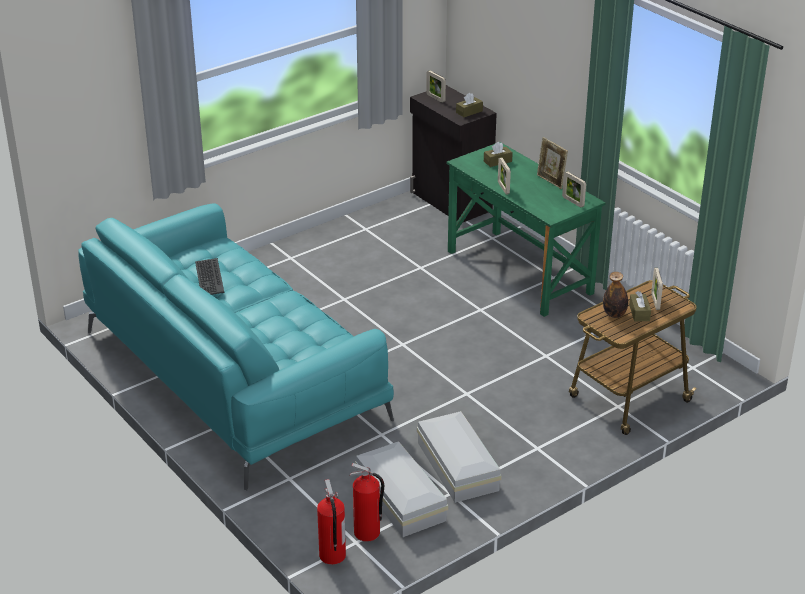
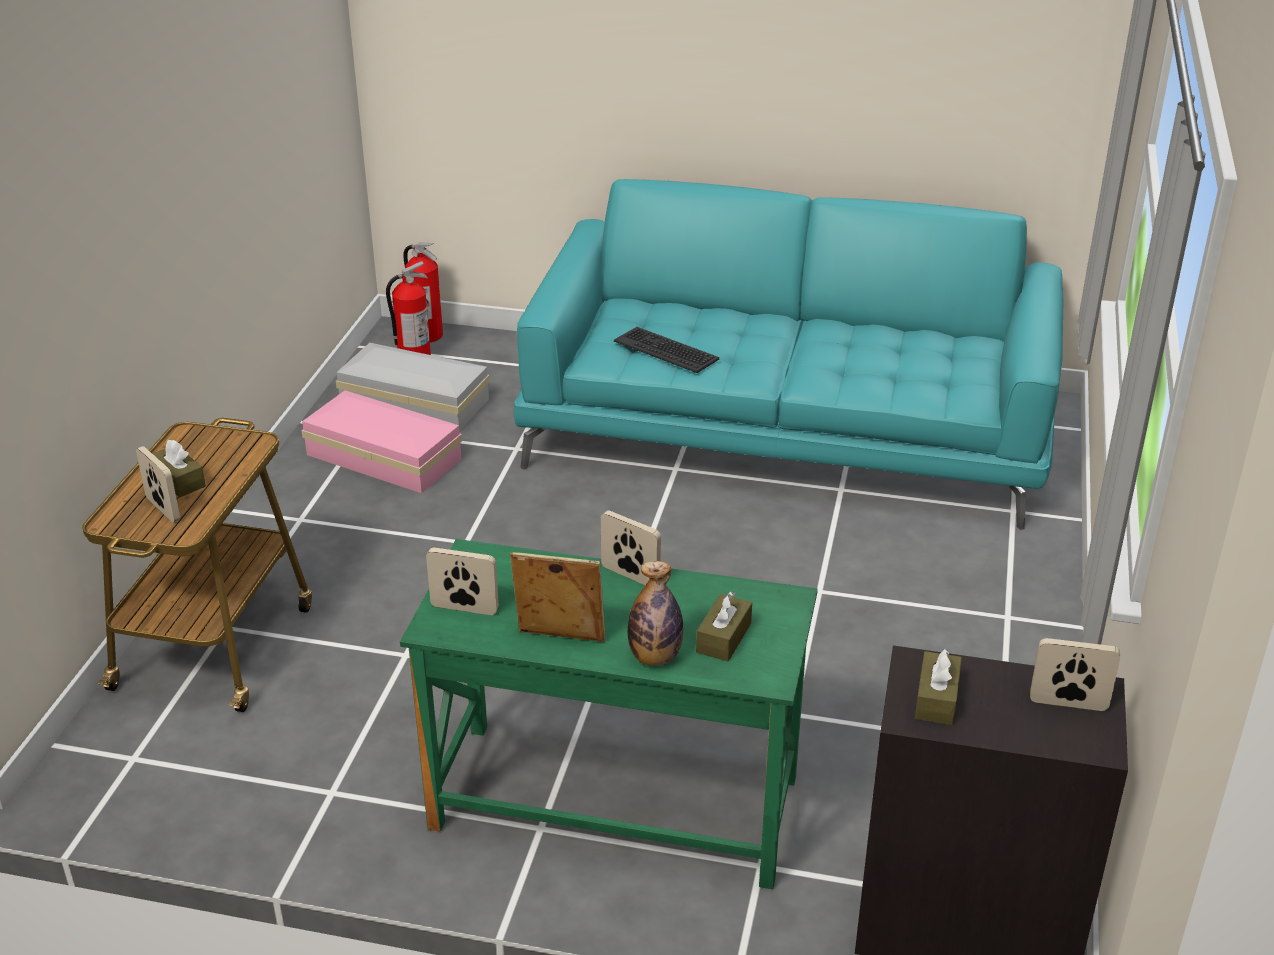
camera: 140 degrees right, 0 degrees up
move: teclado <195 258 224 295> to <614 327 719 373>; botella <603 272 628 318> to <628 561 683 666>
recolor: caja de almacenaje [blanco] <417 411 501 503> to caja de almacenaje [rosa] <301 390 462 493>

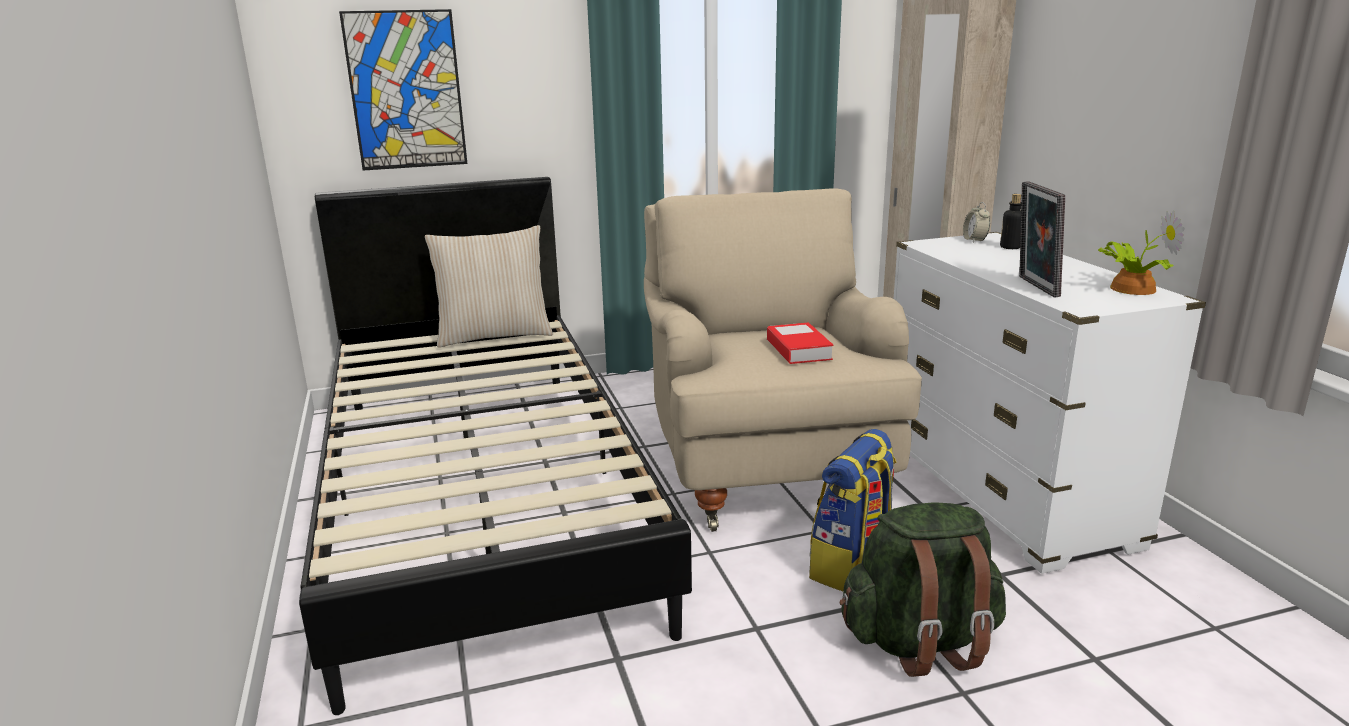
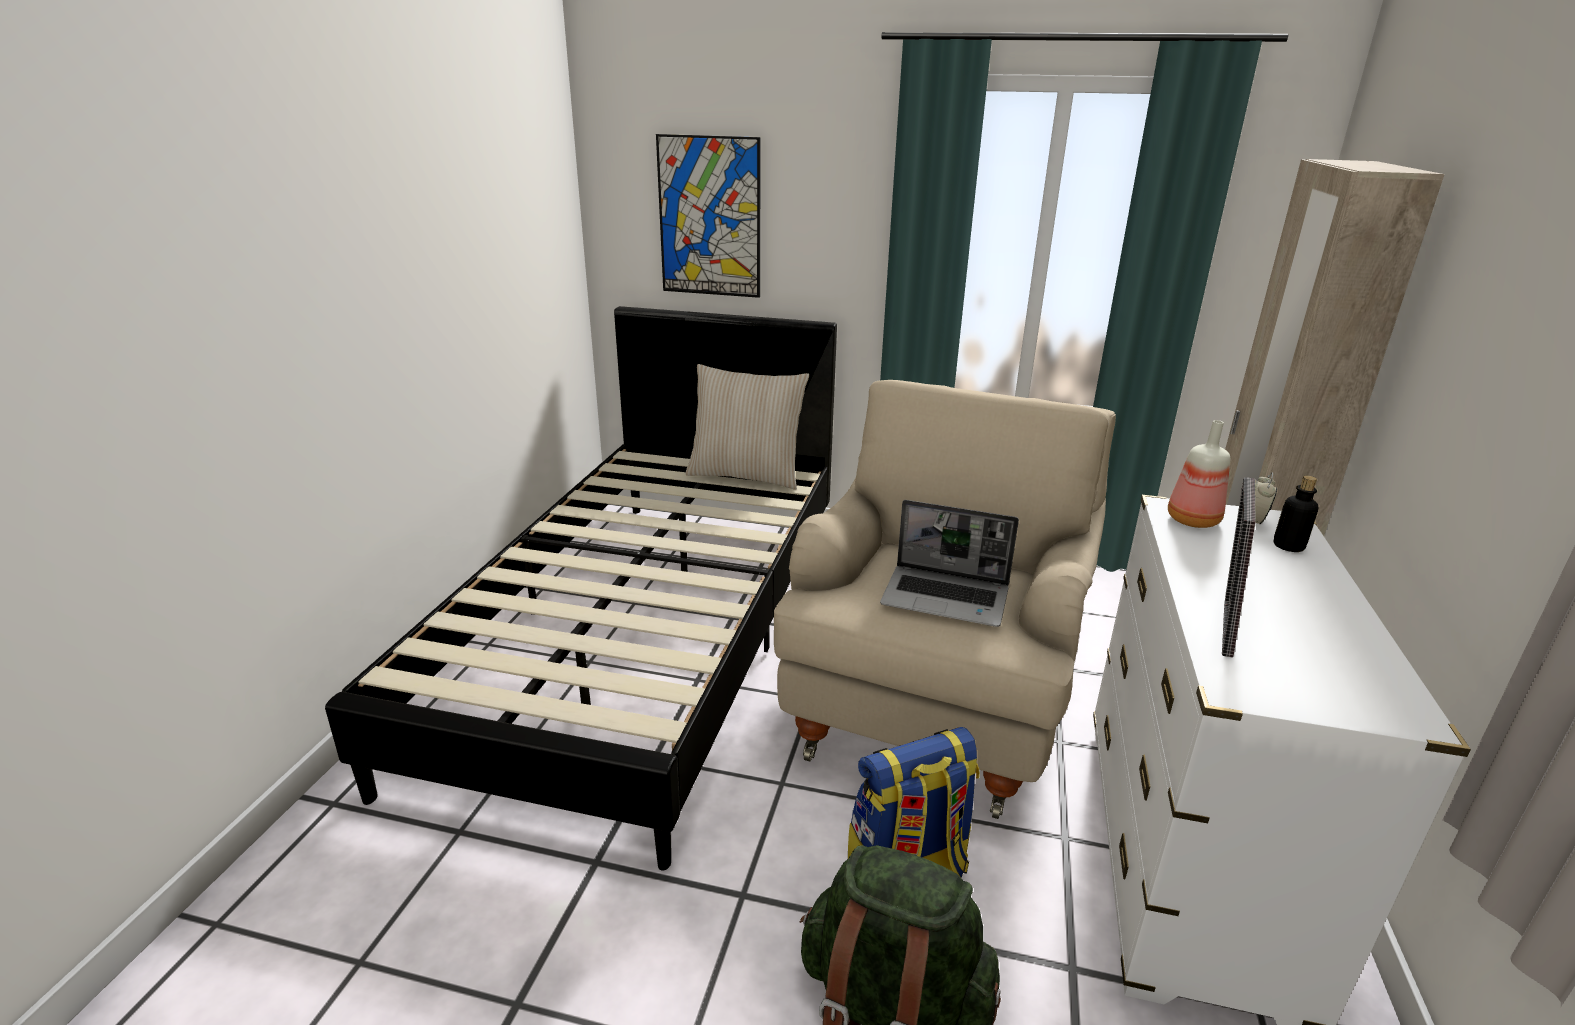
camera: 30 degrees right, 5 degrees up
delete: planta en maceta <1098 210 1185 295>
insert: botella <1168 420 1230 528>
replace: libro <767 322 833 364> to portátil <880 500 1019 627>

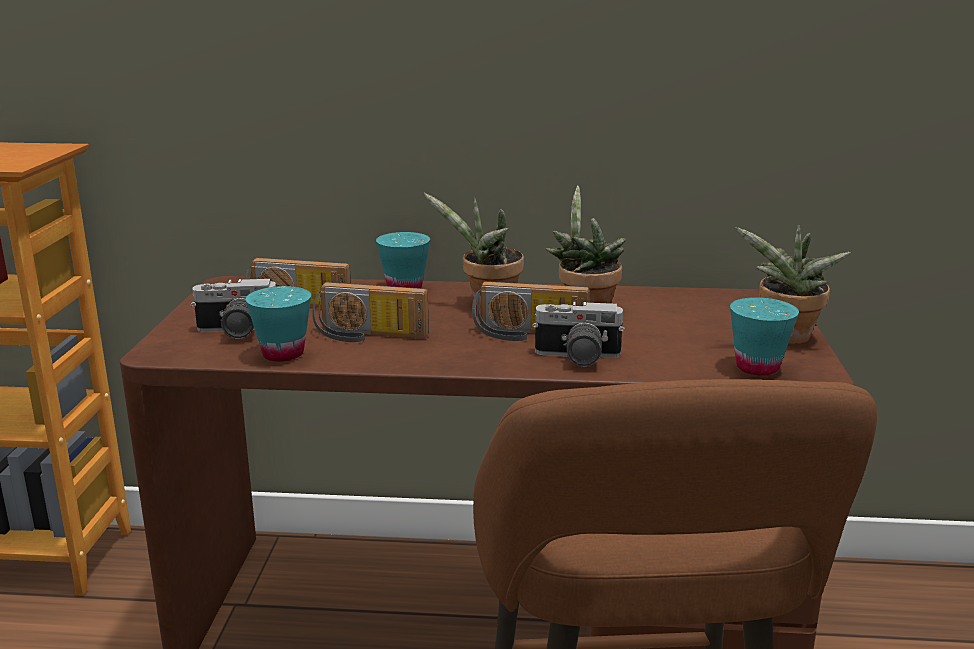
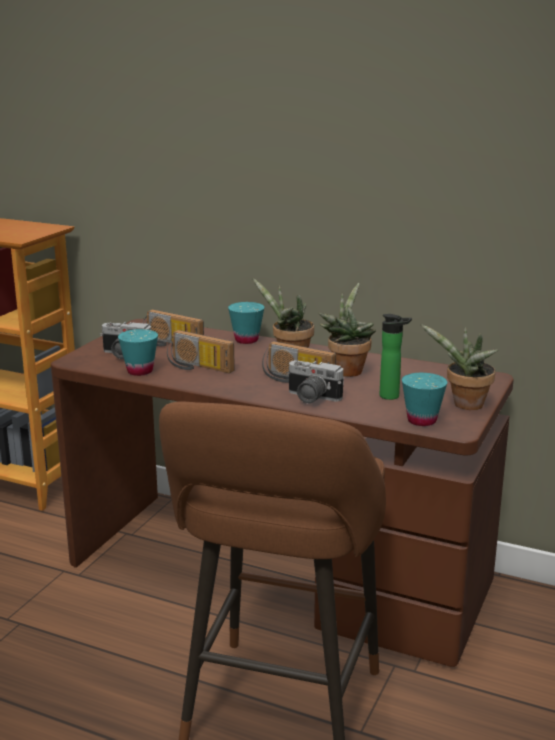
camera: 20 degrees right, 0 degrees up
insert: botella <380 314 412 400>

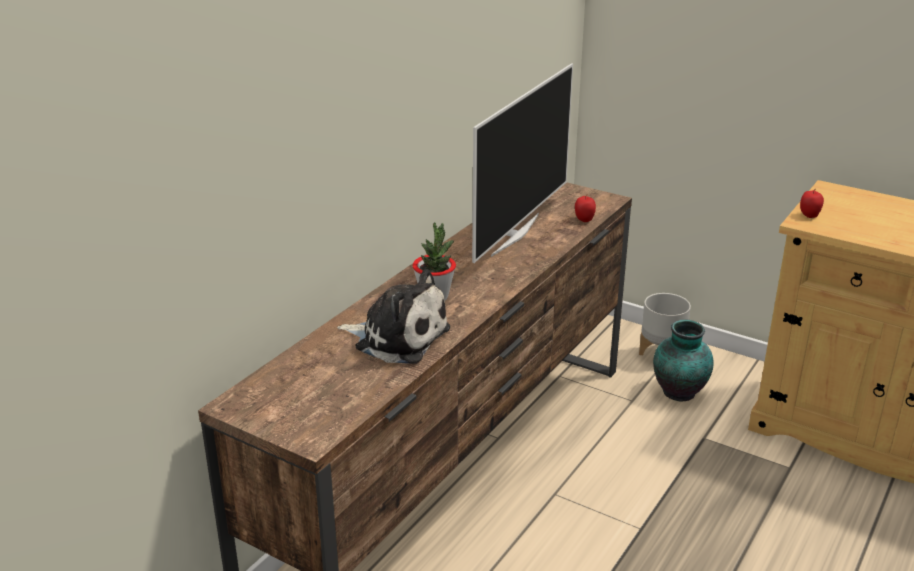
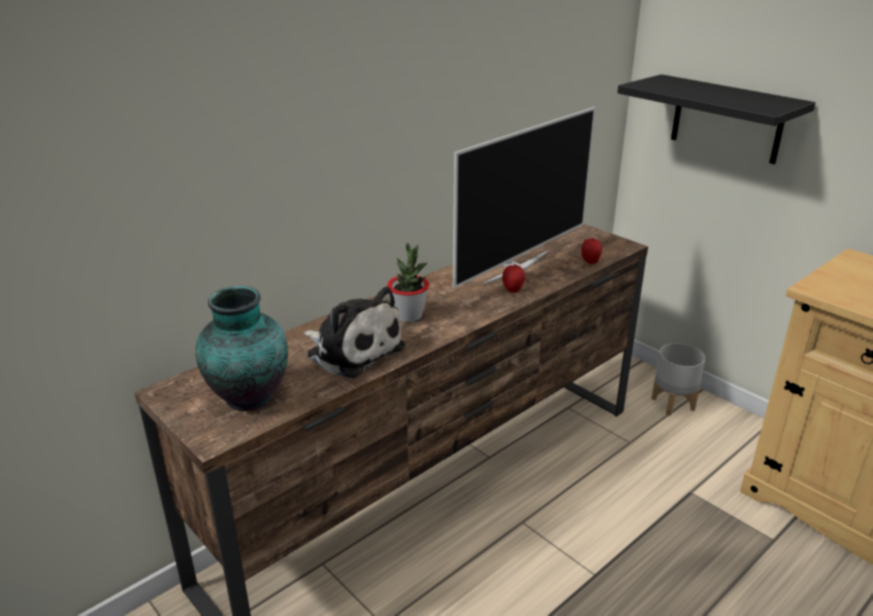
camera: 15 degrees right, 0 degrees up
insert: estante [negro] <617 74 816 164>
move: florero <653 320 714 402> to <195 286 288 411>; manzana <800 190 824 218> to <502 264 525 293>

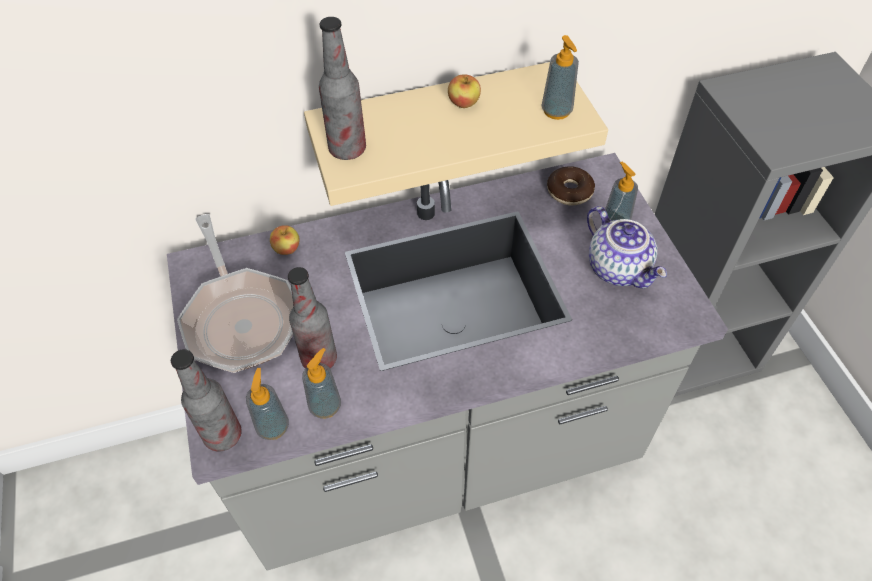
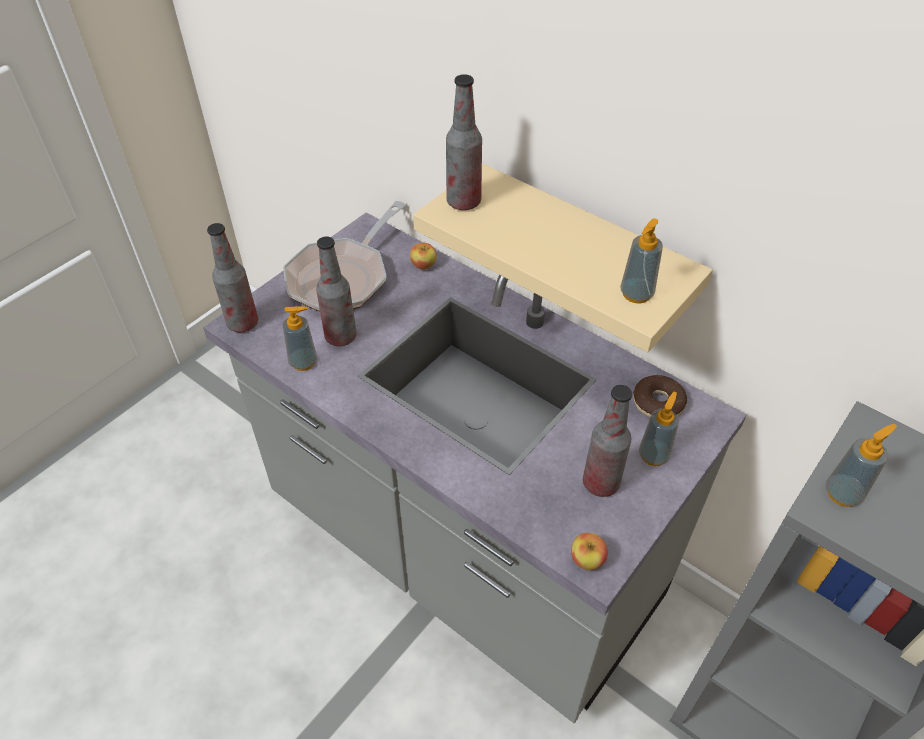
camera: 55 degrees right, 5 degrees down
move: dispensador de jabón <246 368 289 440> to <826 424 897 507>; manzana <448 74 481 108> to <571 533 608 570>
replace: tetera <587 206 667 288> to botella <583 385 632 497>

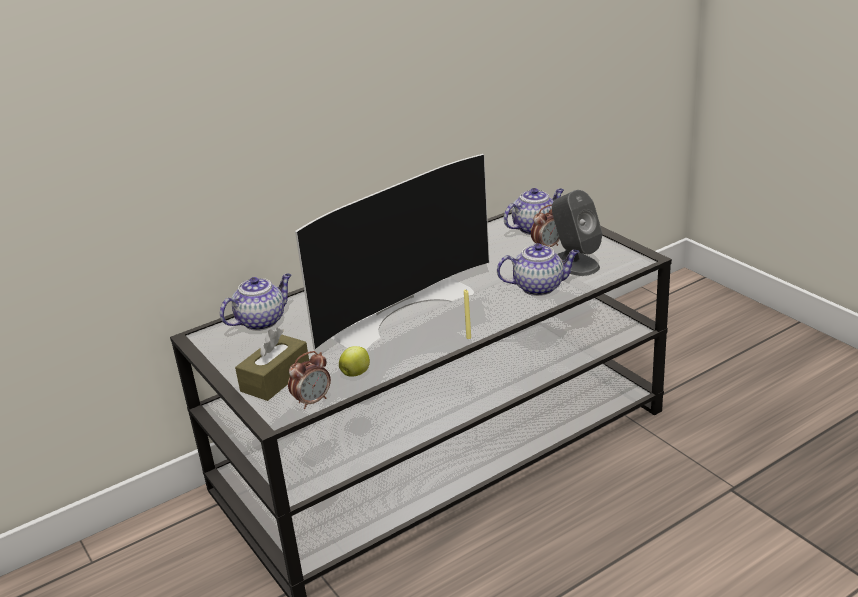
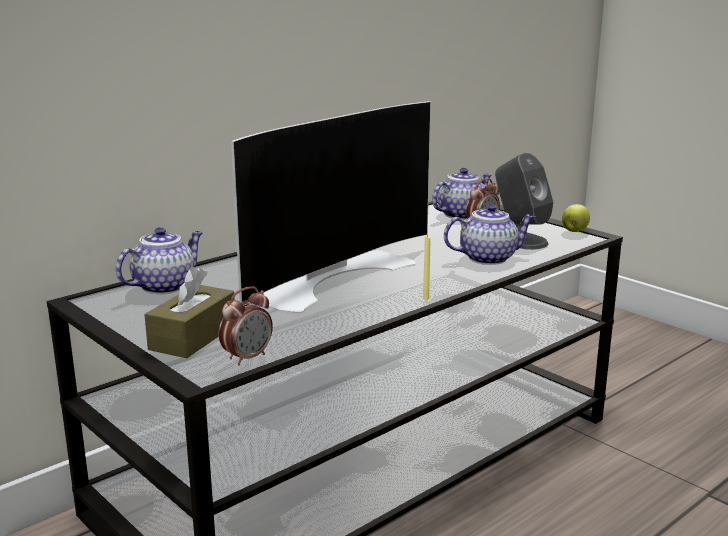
camera: 10 degrees left, 10 degrees down
move: manzana <339 346 370 377> to <562 204 590 232>

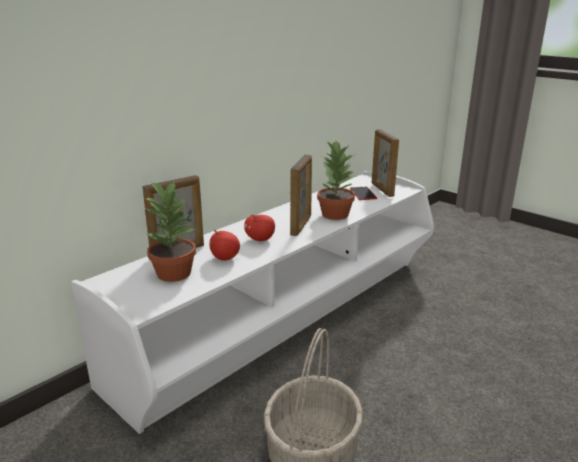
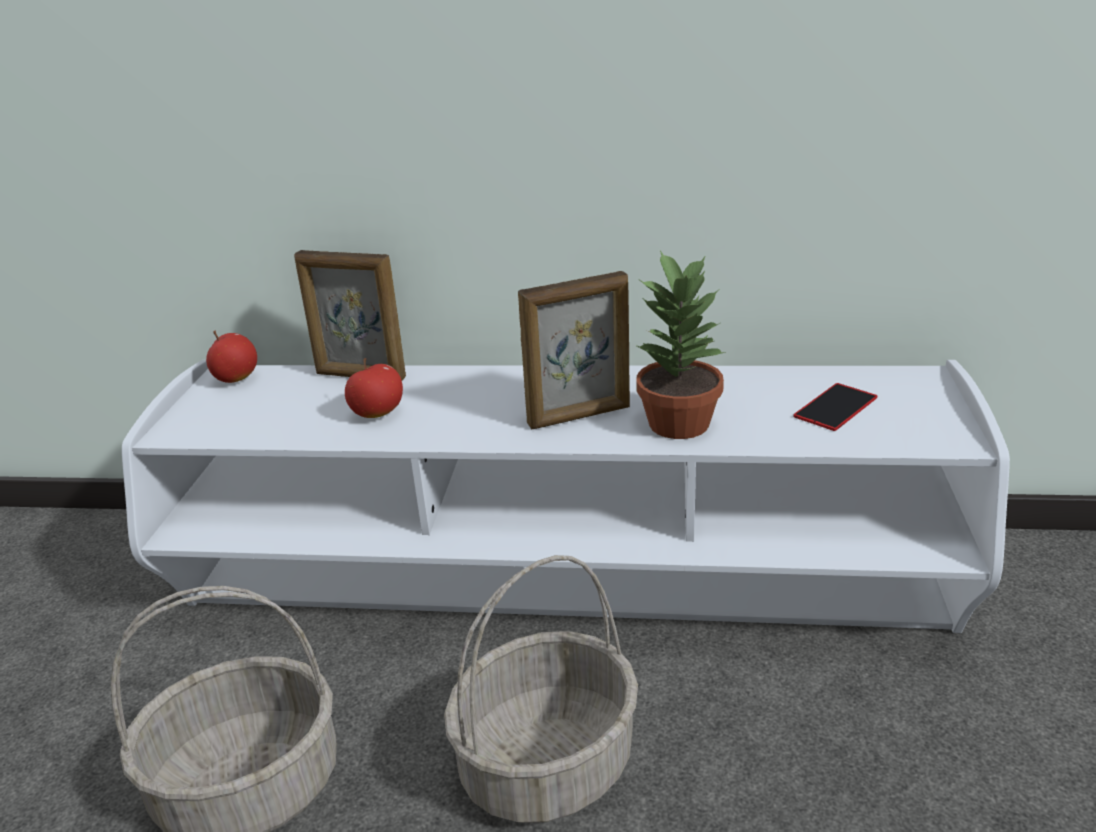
camera: 55 degrees right, 5 degrees up
delete: planta en maceta <145 181 196 282>; portarretratos <372 129 399 197>
insert: cesta <444 555 638 823>
move: manzana <244 215 275 241> to <206 331 257 383>

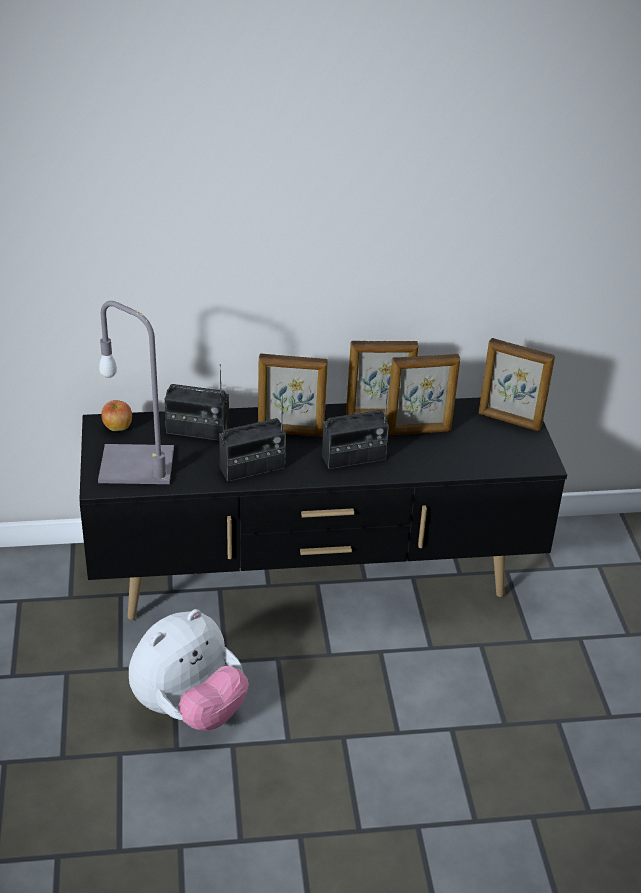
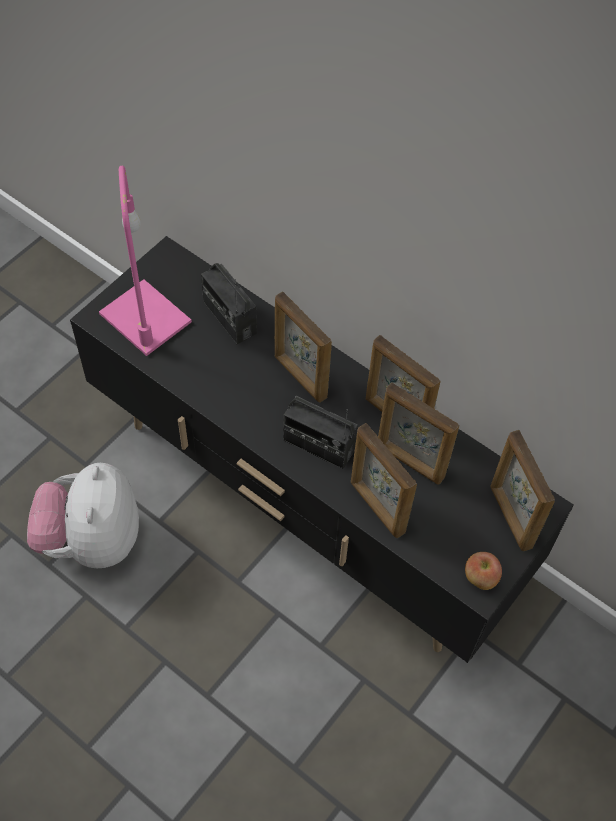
camera: 45 degrees right, 20 degrees up
delete: radio <219 391 286 482>
insert: portarretratos <351 423 417 538>
move: manzana <101 400 132 431> to <465 552 502 590>
recolor: lámpara de mesa [gris] <98 301 174 484> to lámpara de mesa [rosa] <99 166 192 356>
rotate: peluche <129 609 249 731> = <27 463 139 568> 90 degrees clockwise

